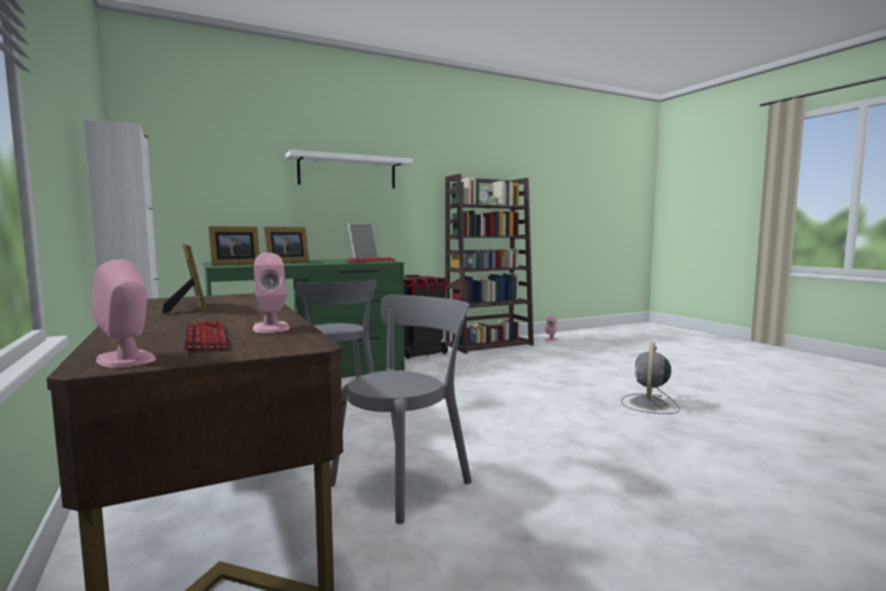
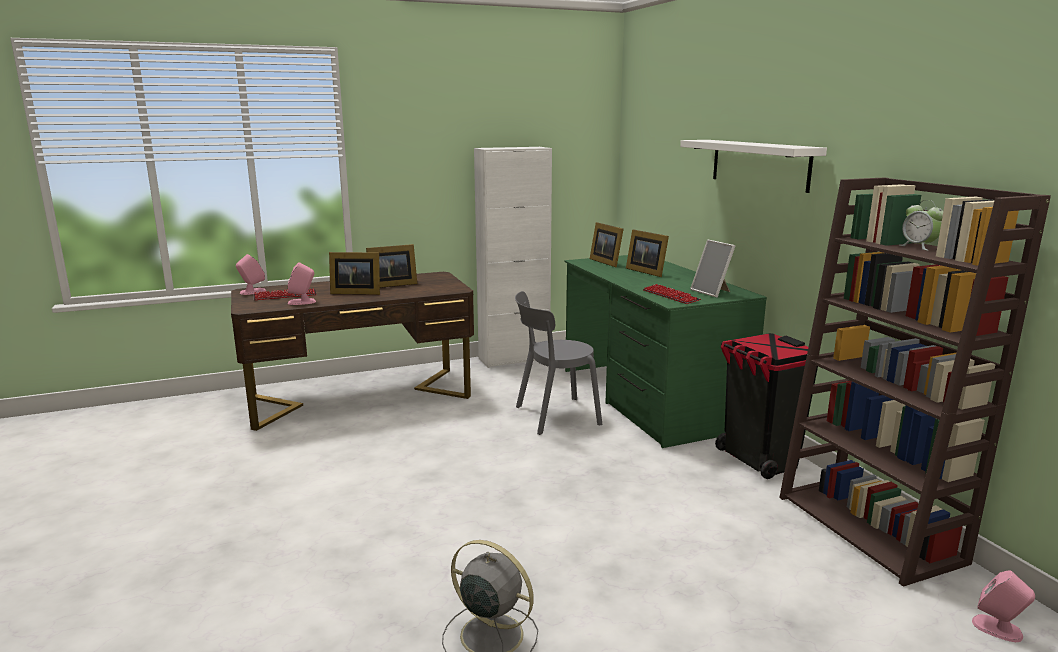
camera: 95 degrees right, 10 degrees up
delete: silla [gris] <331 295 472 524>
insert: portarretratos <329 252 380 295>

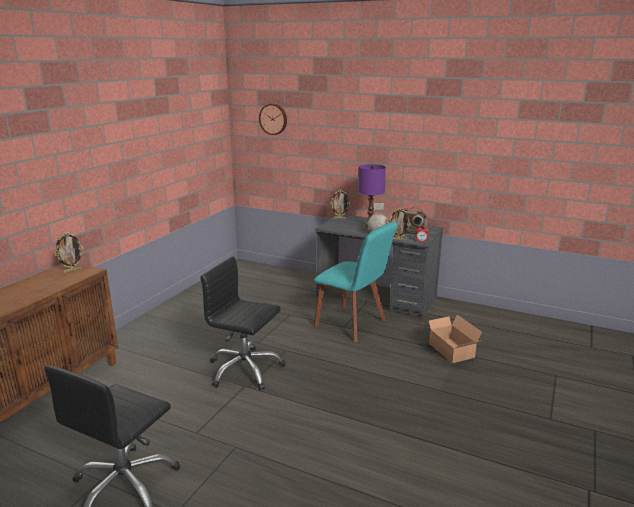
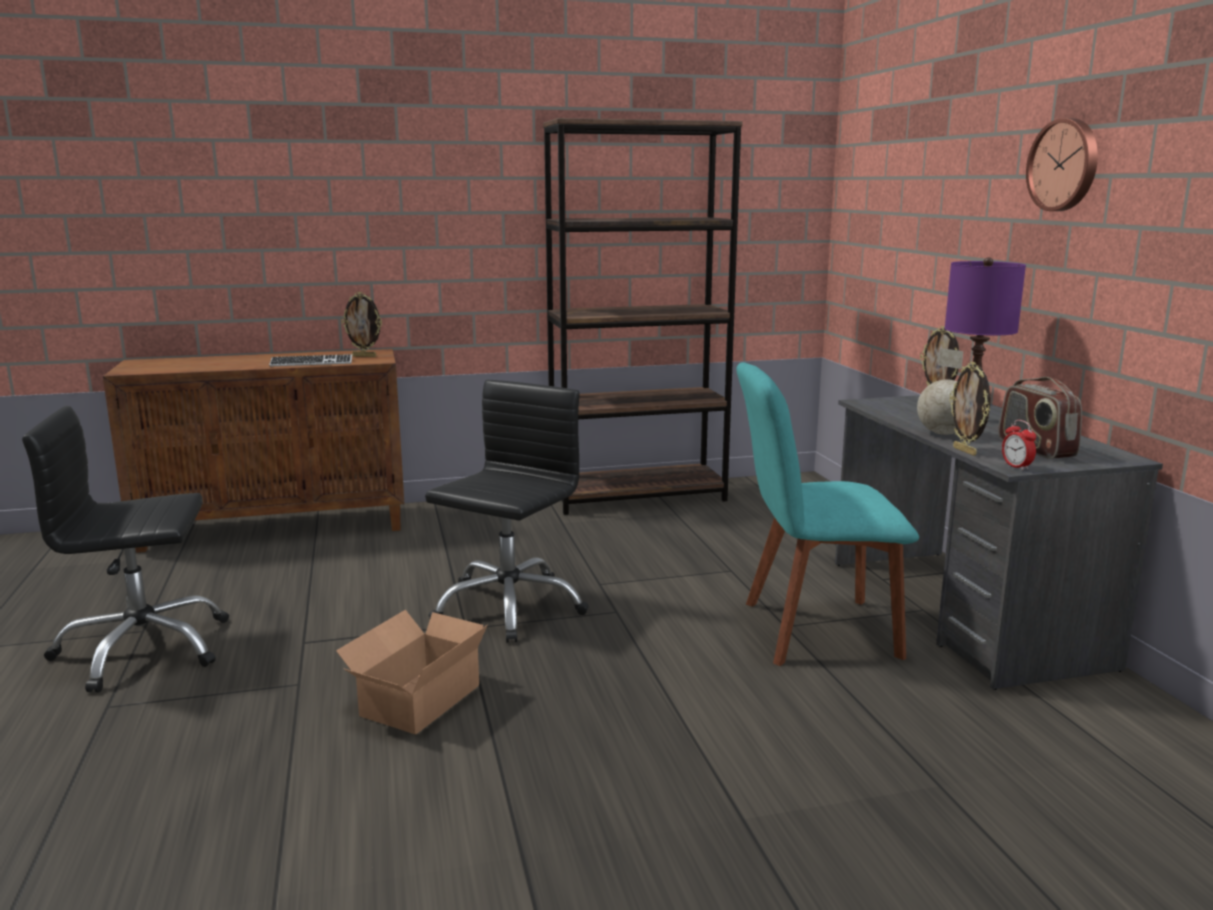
camera: 50 degrees right, 5 degrees down
insert: teclado <269 354 352 366>; estantería [marrón] <543 118 743 515>
move: reloj de pared <259 104 287 135> to <1026 118 1098 211>; caja de cartón <424 315 482 363> to <336 610 488 735>
rotate: silla de oficina [negro] <200 256 286 390> = <425 380 589 643> 45 degrees clockwise; silla [turquesa] <314 222 398 342> = <736 362 919 666> 90 degrees clockwise

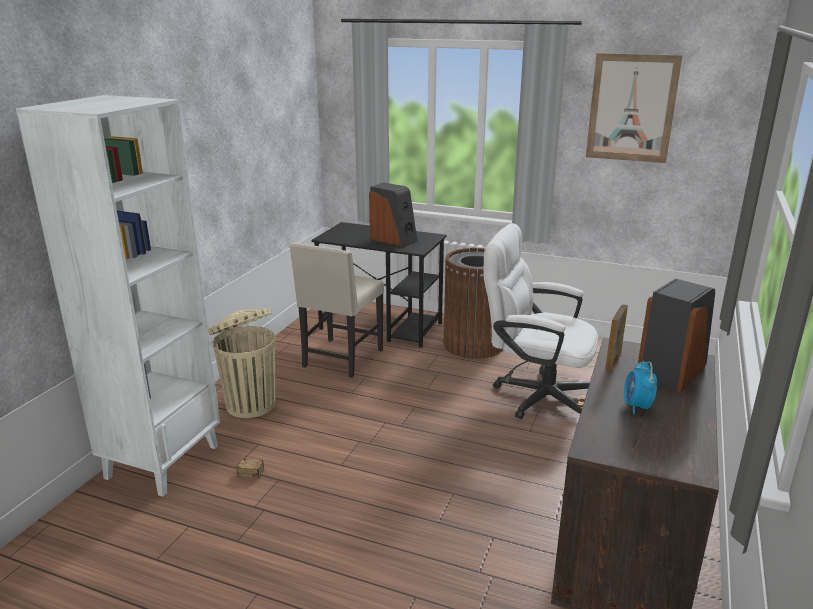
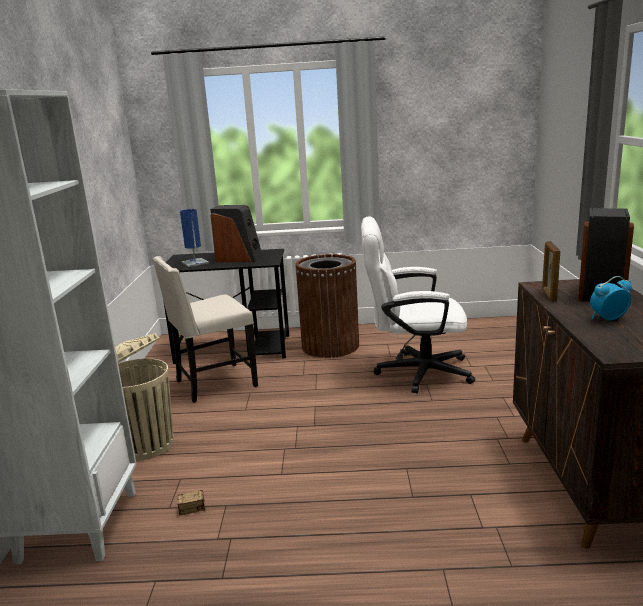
camera: 20 degrees left, 5 degrees down
delete: cuadro <586 53 682 163>
insert: lámpara de mesa [azul] <180 209 209 267>
rotate: silla [beis] <289 243 384 378> = <152 256 258 403> 60 degrees clockwise; despertador <624 361 657 414> = <590 276 632 320> 90 degrees clockwise

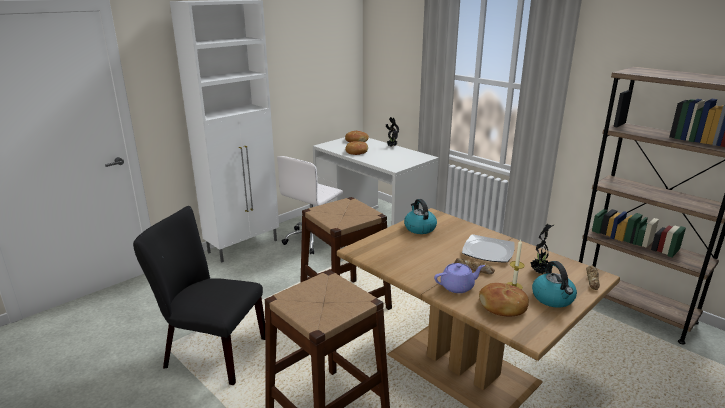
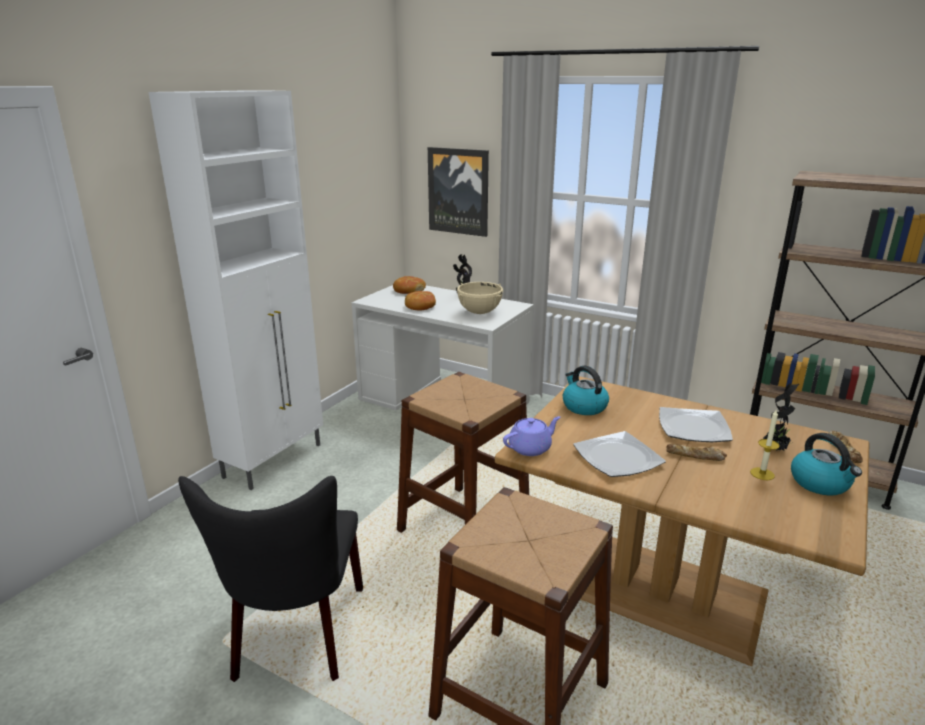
camera: 15 degrees left, 0 degrees up
delete: silla de oficina [blanco] <277 156 343 254>; pan <479 283 529 316>
insert: cuadro <428 147 489 237>; olla [beis] <457 282 503 314>; plato <573 431 666 477>
move: tetera [morado] <434 263 485 293> to <503 416 560 456>
rotate: silla [negro] <133 206 265 385> = <178 476 363 682> 90 degrees counterclockwise

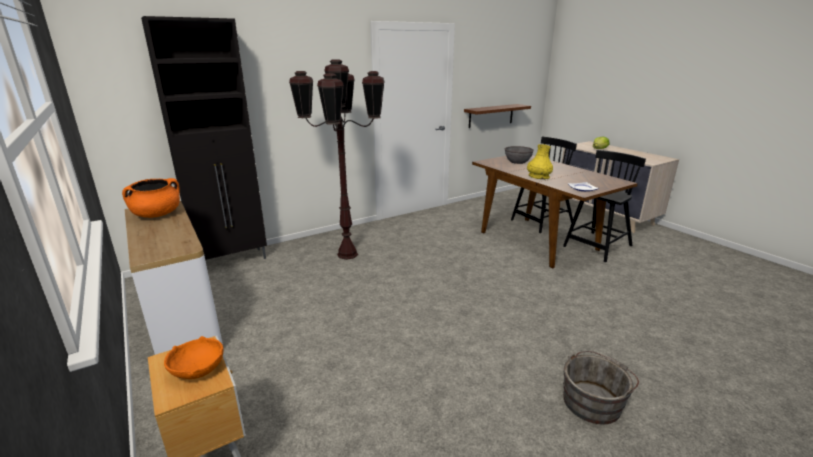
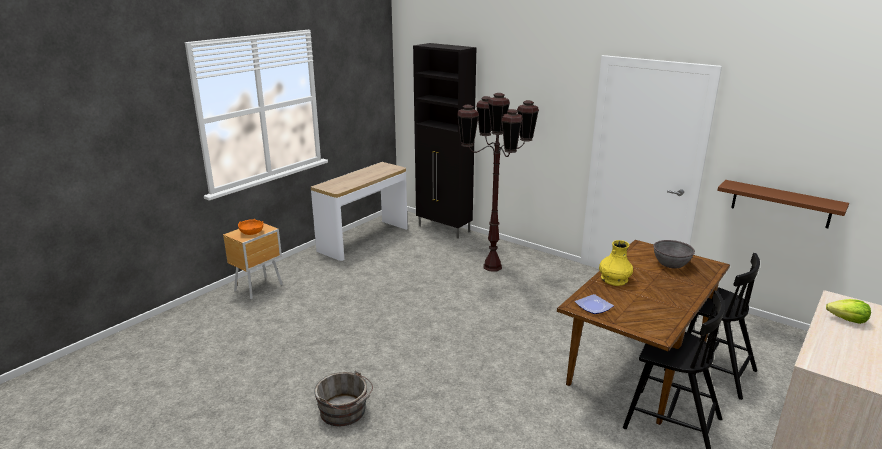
camera: 70 degrees right, 0 degrees up
delete: olla [naranja] <122 178 180 218>

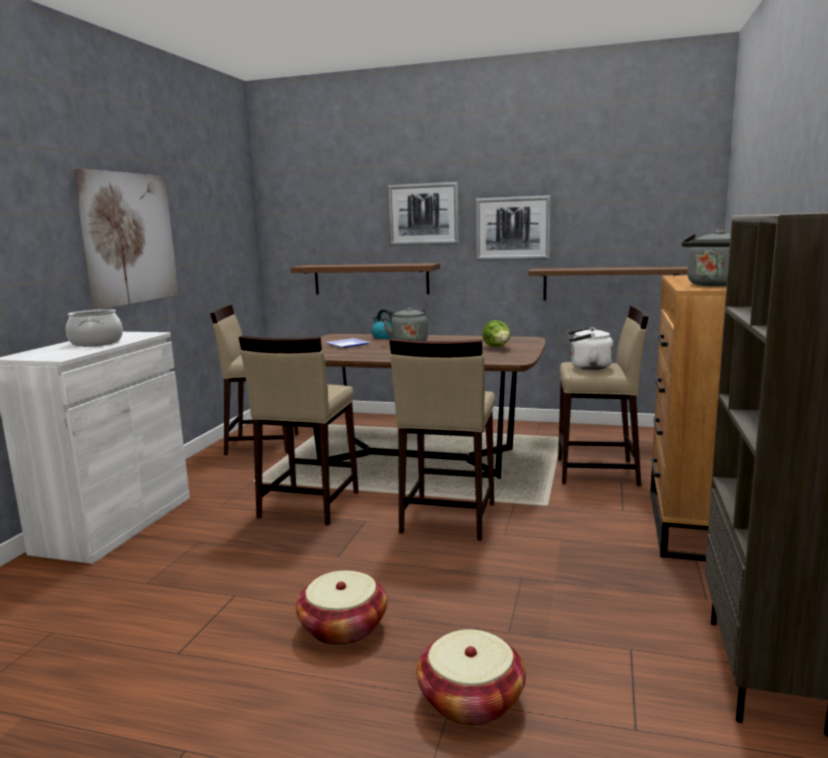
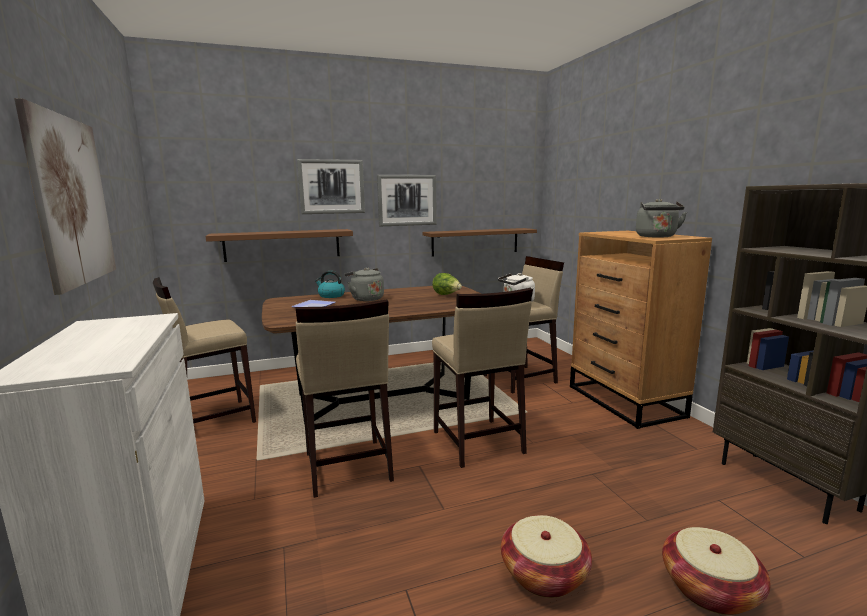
camera: 35 degrees left, 0 degrees up
delete: olla <66 309 123 347>

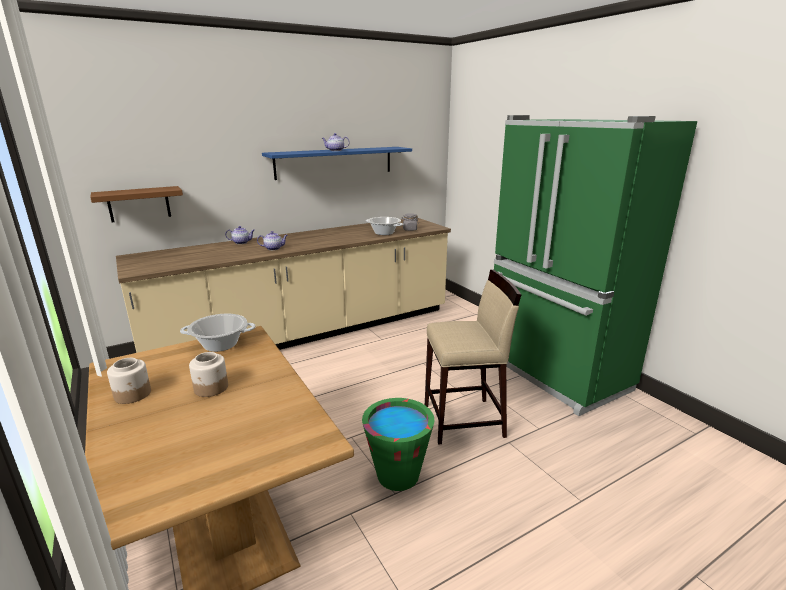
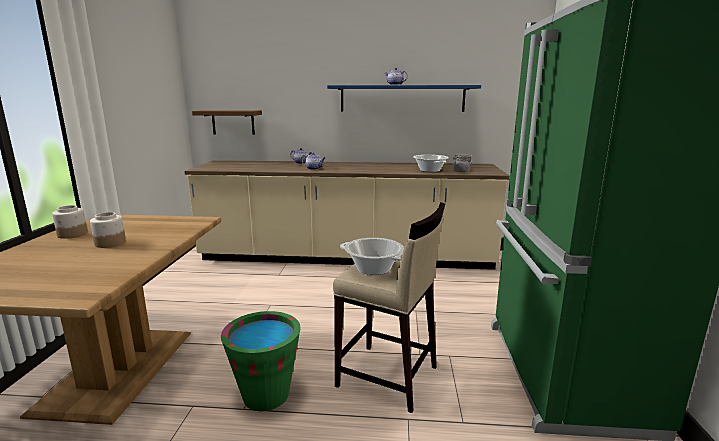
camera: 35 degrees right, 5 degrees down
move: olla <180 314 256 352> to <340 238 404 275>

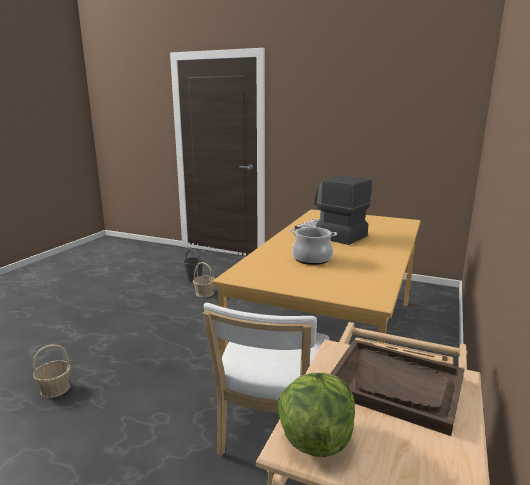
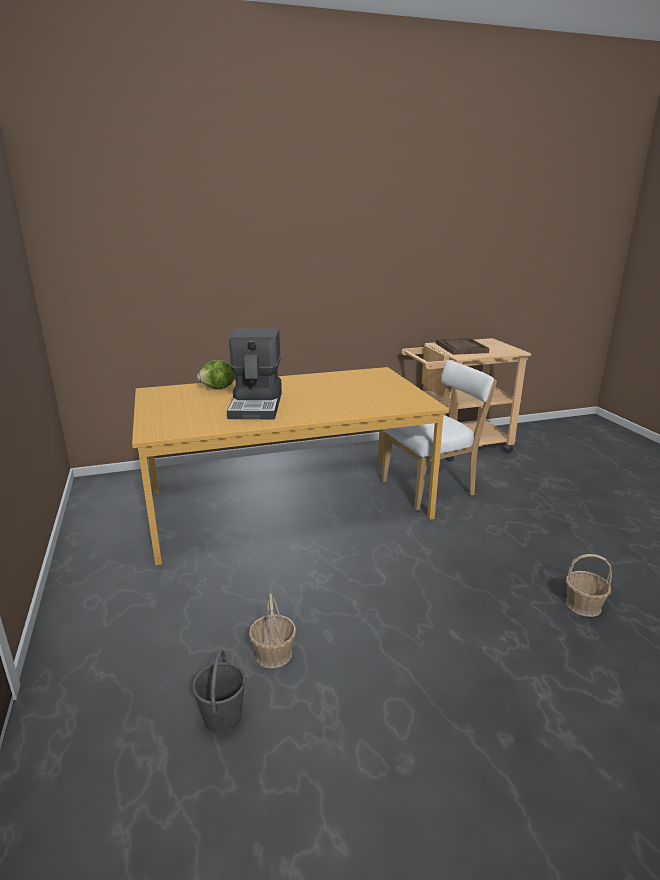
camera: 130 degrees left, 5 degrees up
delete: olla <290 227 337 265>
move: lechuga <277 373 355 457> to <197 360 235 389>

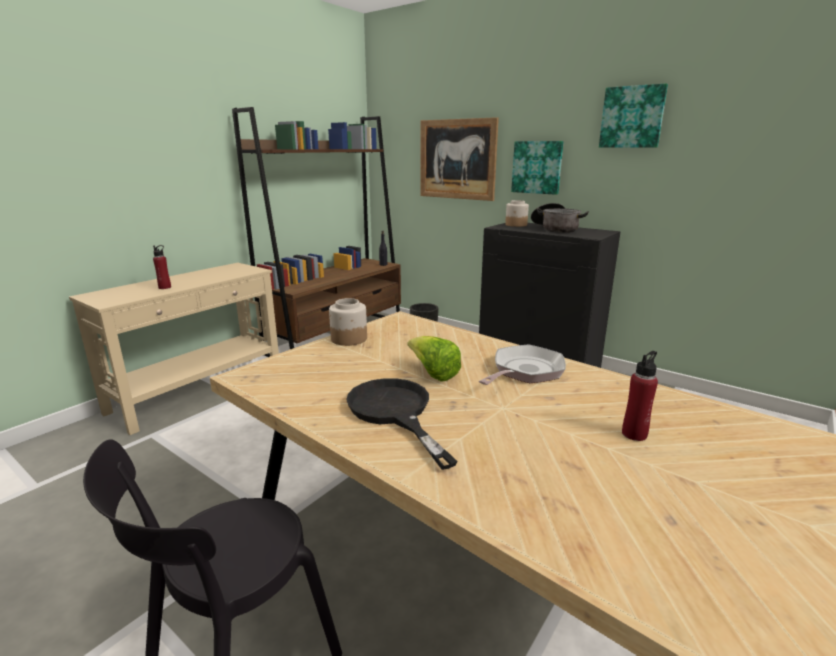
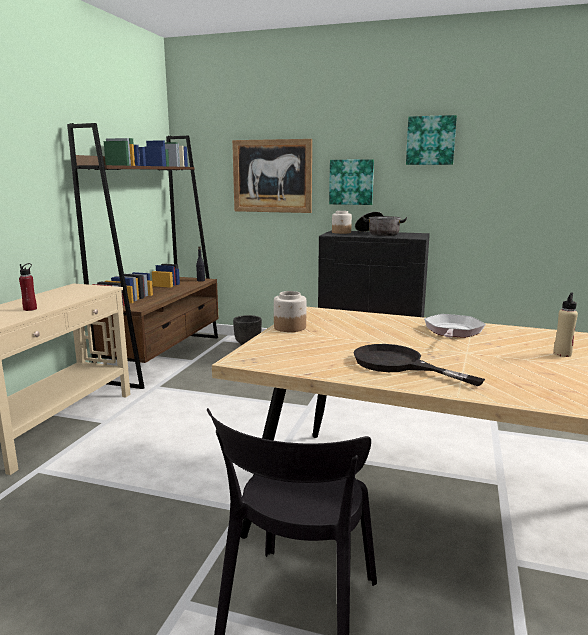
camera: 20 degrees left, 5 degrees down
delete: lechuga <408 336 461 382>
recolor: botella [rojo] <622 351 658 441> to botella [beis] <553 293 578 357>

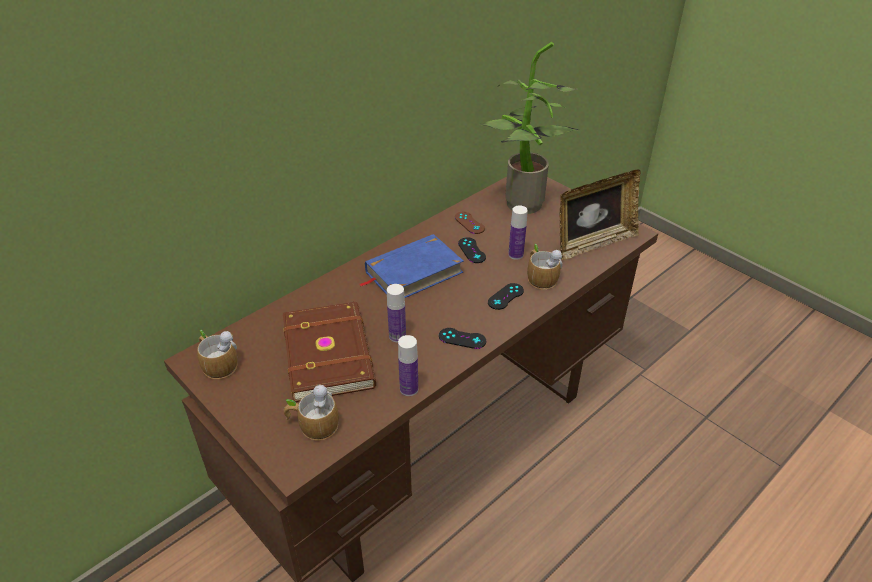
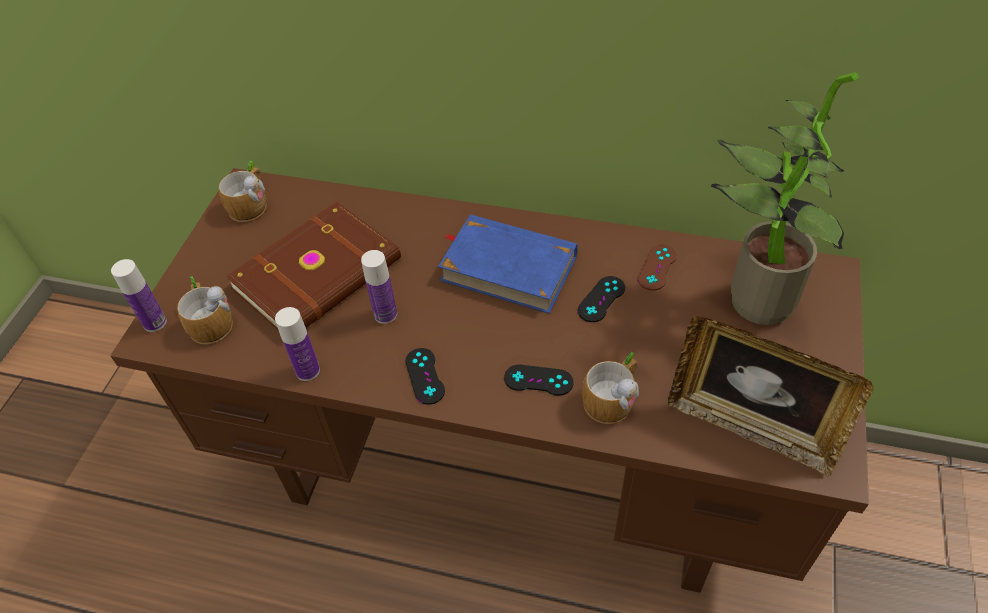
camera: 60 degrees right, 10 degrees up
move: botella <508 205 528 260> to <111 259 167 332>

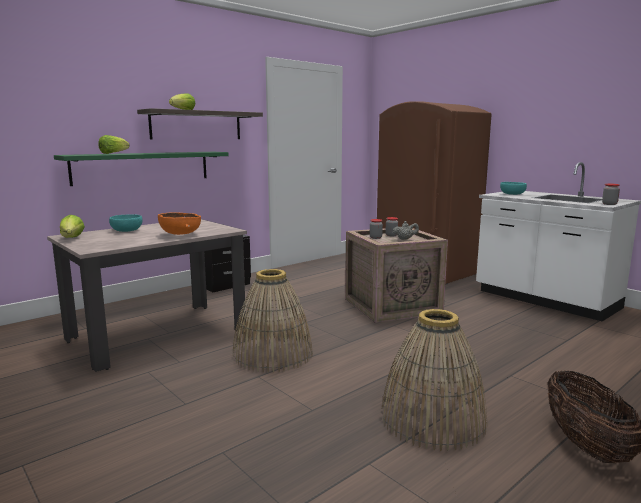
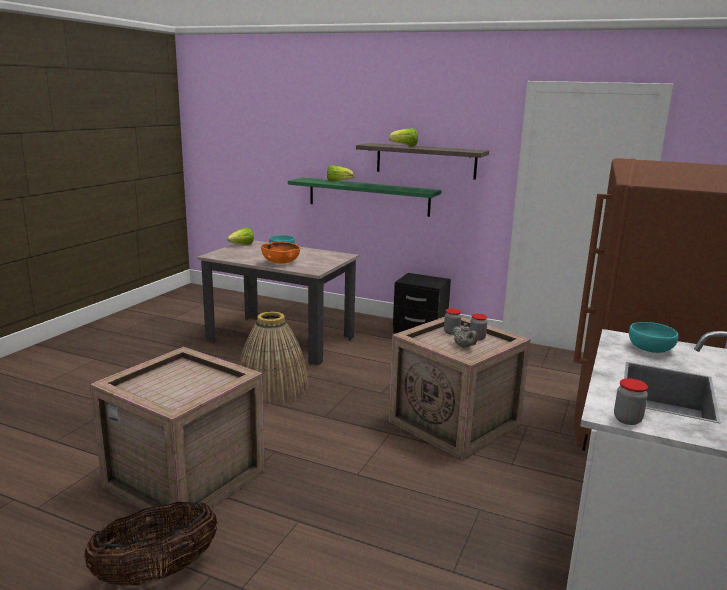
camera: 65 degrees right, 5 degrees up
replace: cesta <381 309 487 451> to caja de embalaje <90 347 265 527>

